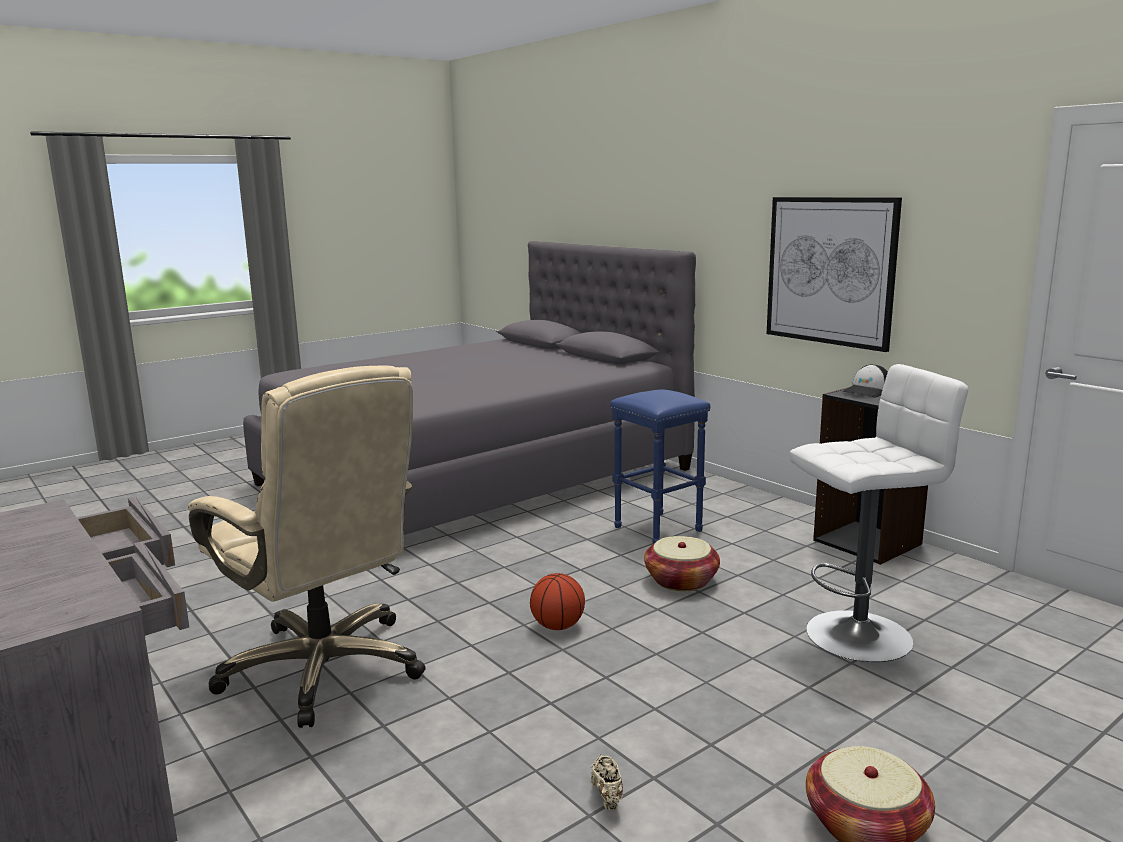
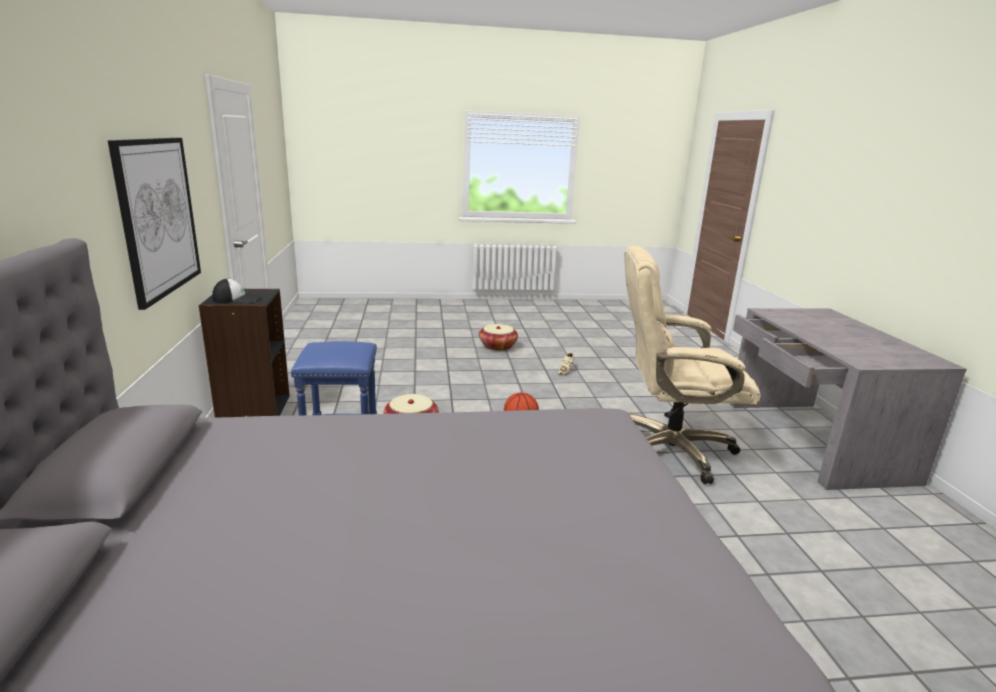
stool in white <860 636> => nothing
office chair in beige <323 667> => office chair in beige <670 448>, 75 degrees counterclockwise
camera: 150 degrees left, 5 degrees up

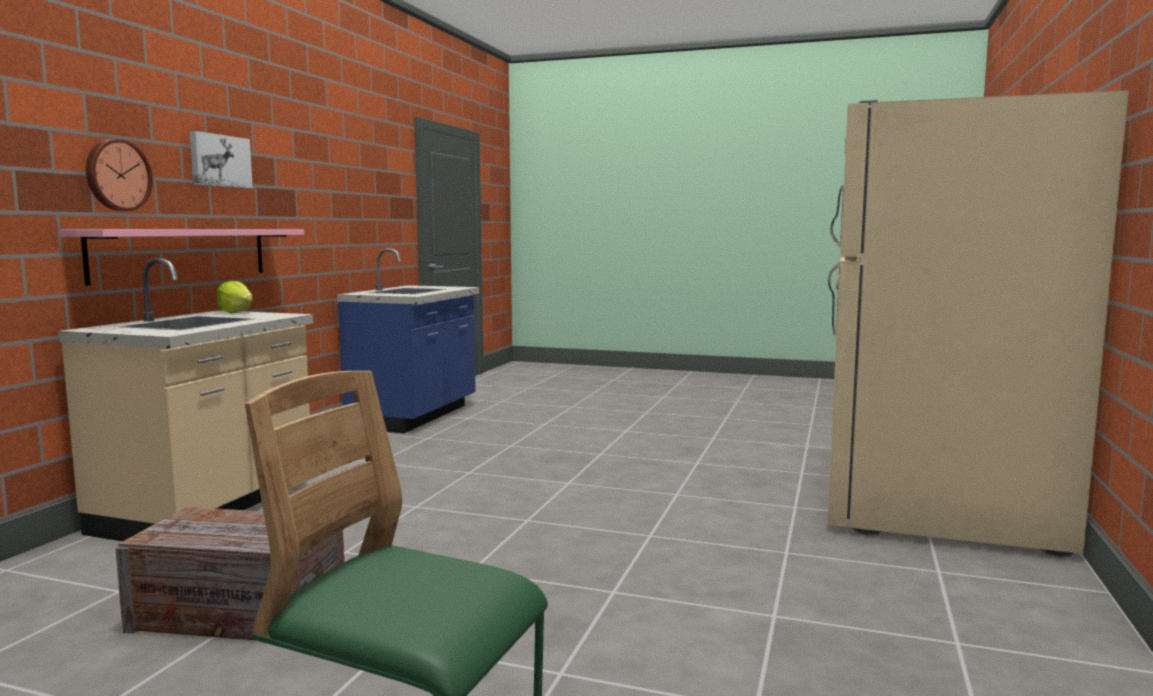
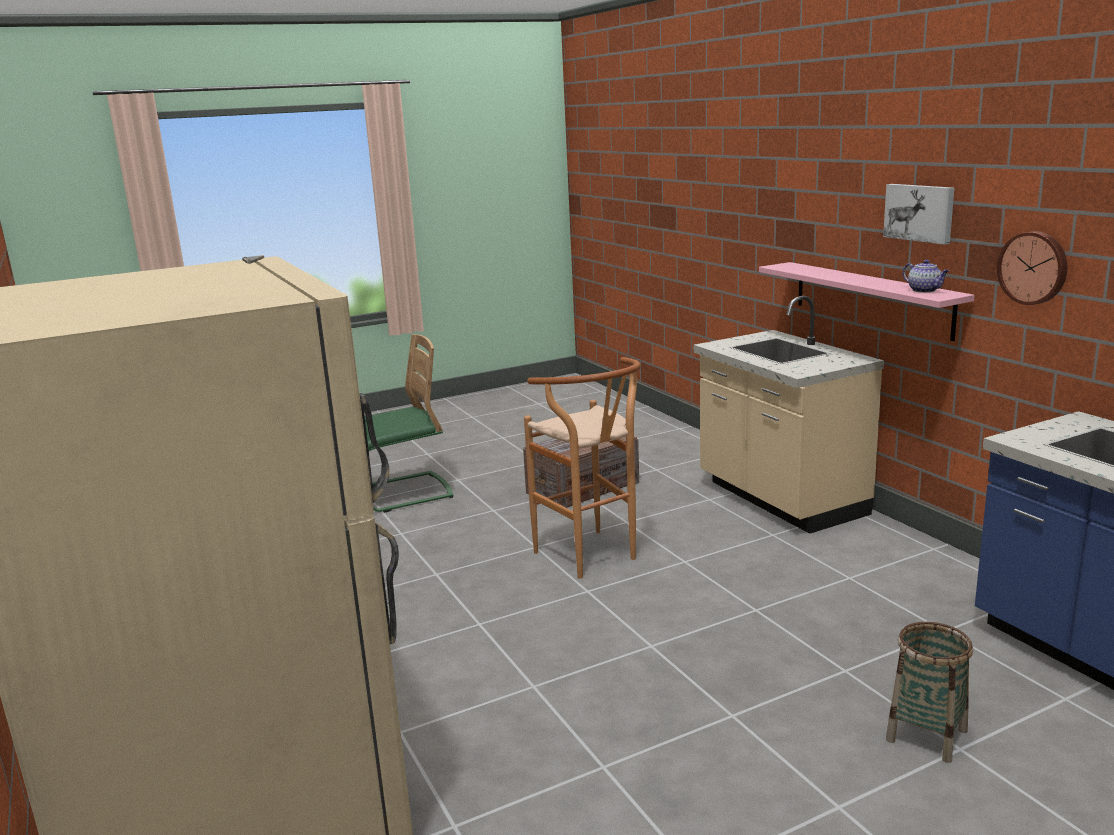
lettuce <236 312> => nothing
nothing => stool in brown <592 558>
nothing => basket <926 735>
nothing => teapot <925 290>
wall clock <117 175> => wall clock <1034 267>, moved
camera: 135 degrees right, 10 degrees up

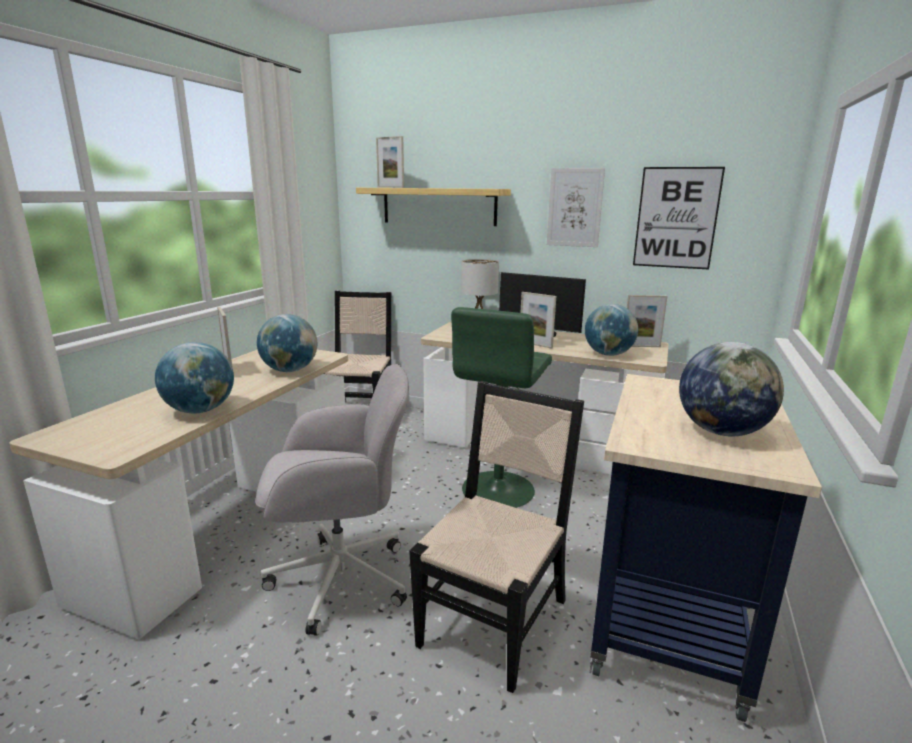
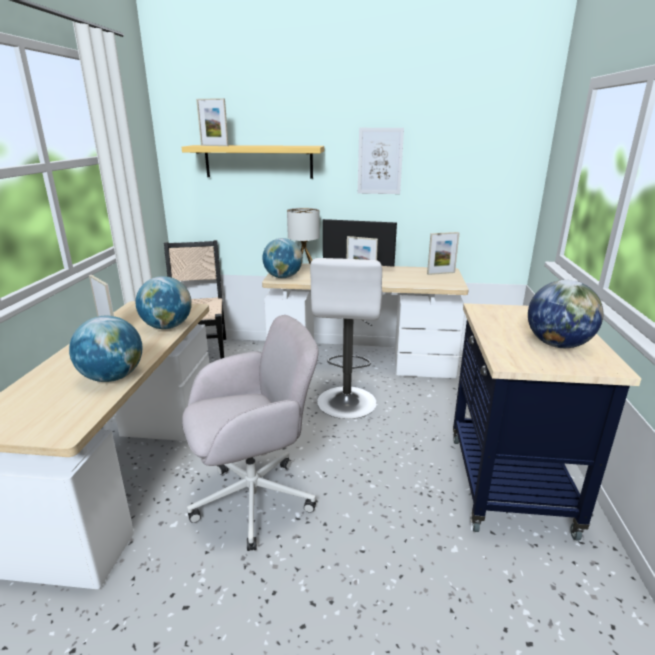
chair <493 622> => nothing
picture <676 218> => nothing
globe <608 354> => globe <283 277>, moved
stool in green <497 490> => stool in white <346 402>
camera: 15 degrees left, 5 degrees up

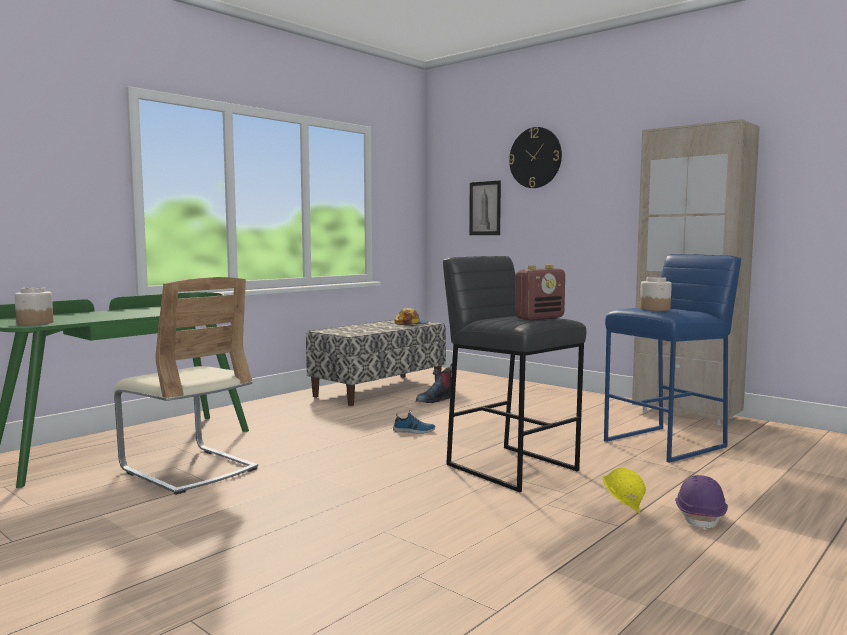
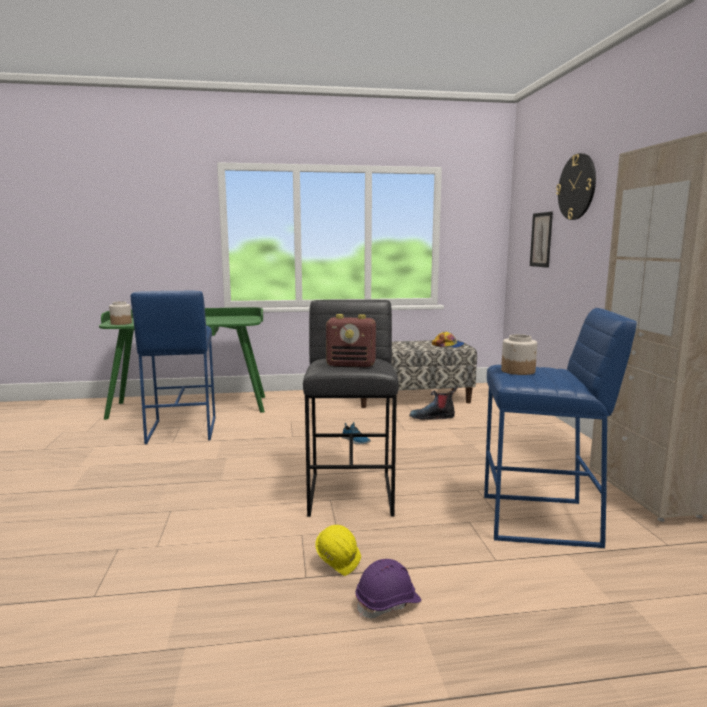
chair in beige <188 469> => stool in blue <182 430>
camera: 40 degrees right, 5 degrees up

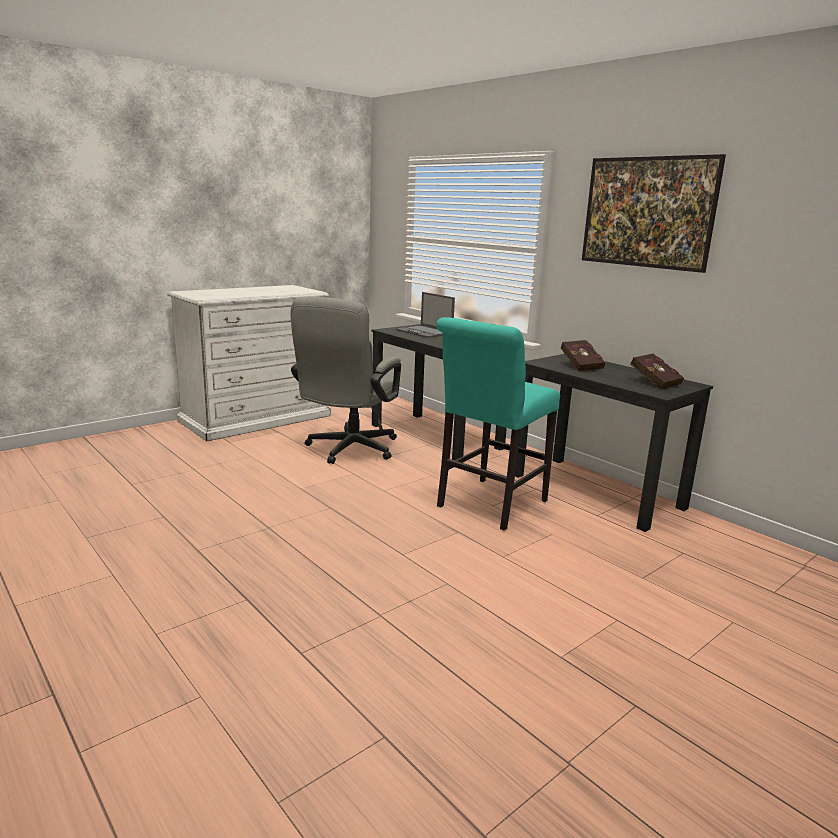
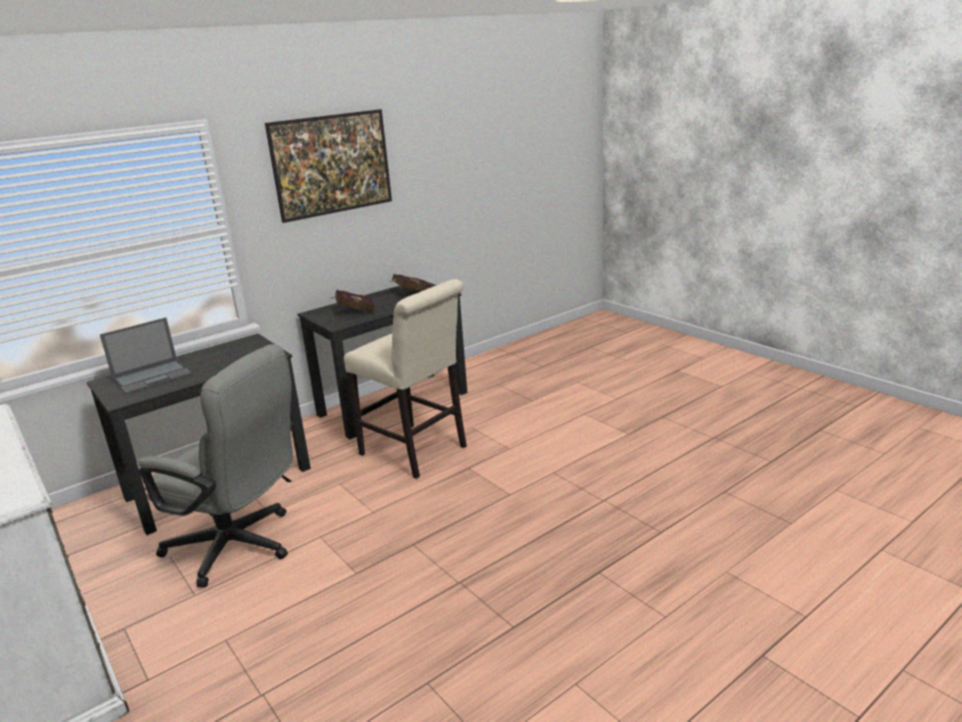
stool in turquoise <488 505> => stool in beige <417 453>
camera: 85 degrees left, 5 degrees up

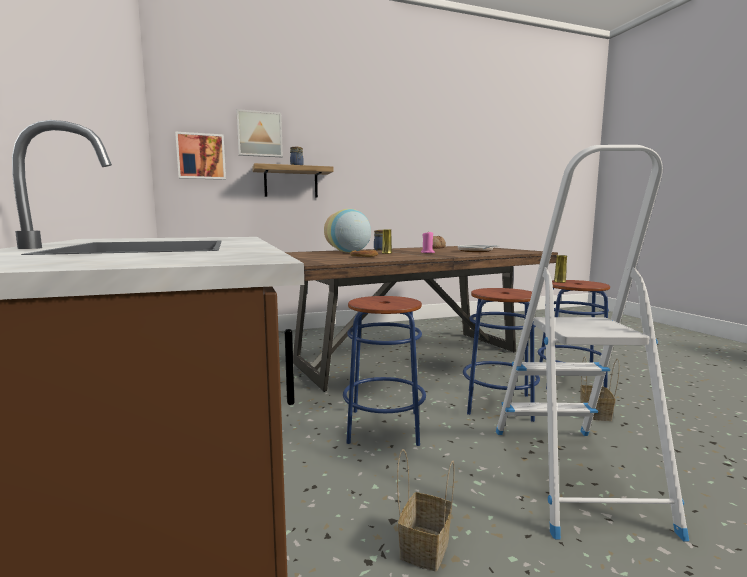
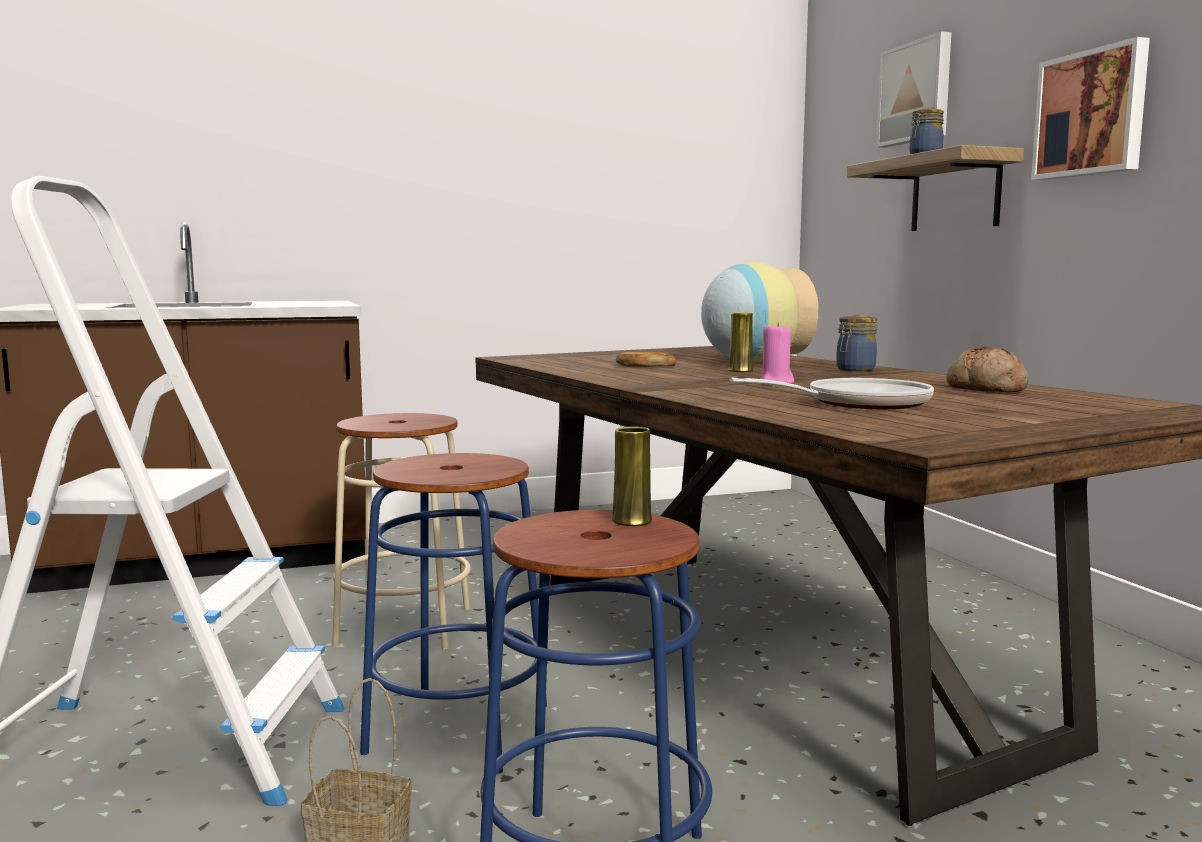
basket <424 545> => nothing
picture <201 156> => picture <1092 114>, moved
stool in blue <384 427> => stool in beige <404 626>
camera: 90 degrees right, 0 degrees up

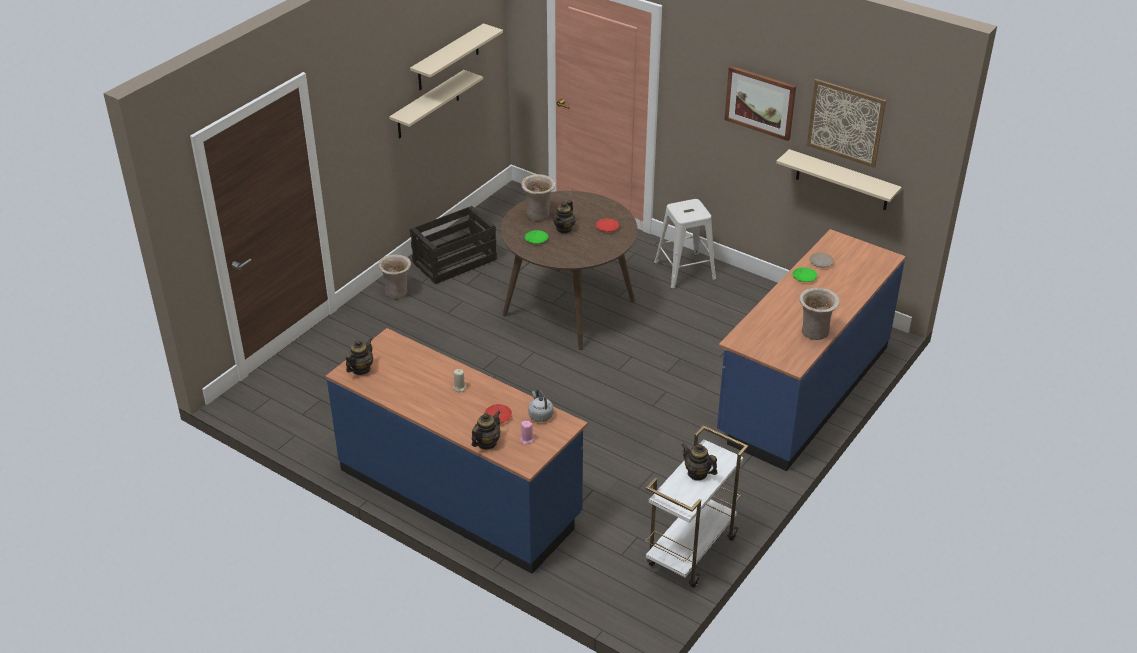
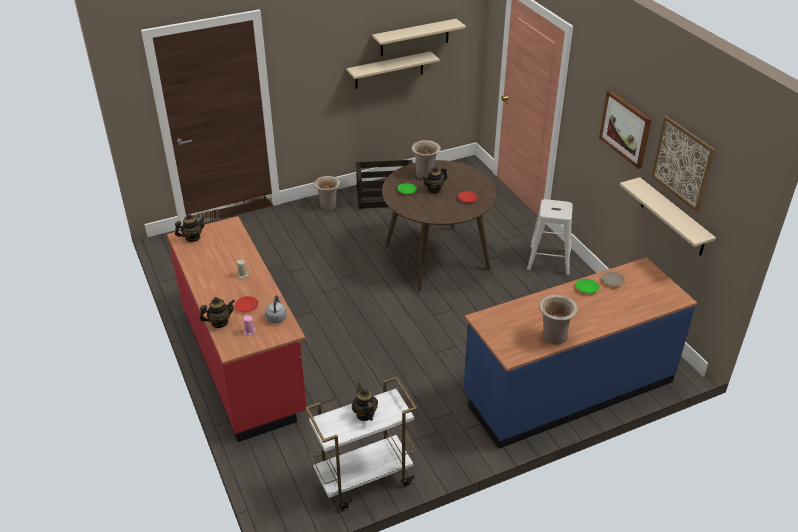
counter in blue <460 493> => counter in red <243 361>
camera: 30 degrees right, 0 degrees up

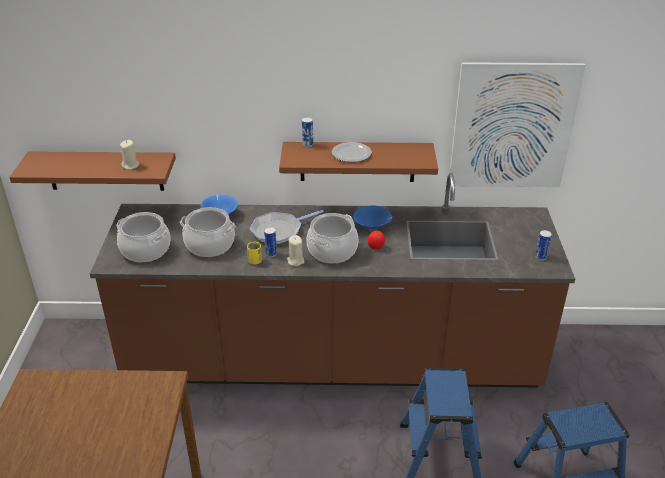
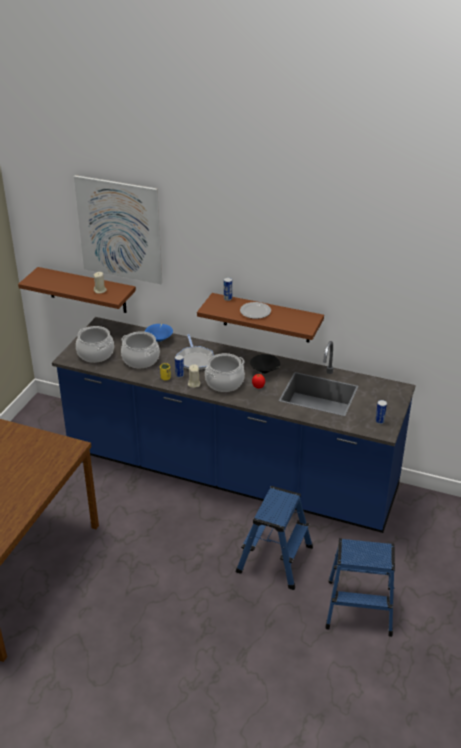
picture <512 127> => picture <119 230>, moved
counter in brown <332 361> => counter in blue <230 473>
bowl in blue <372 227> => bowl in black <265 372>
frying pan <279 231> => frying pan <195 360>, 90 degrees counterclockwise
camera: 20 degrees right, 0 degrees up

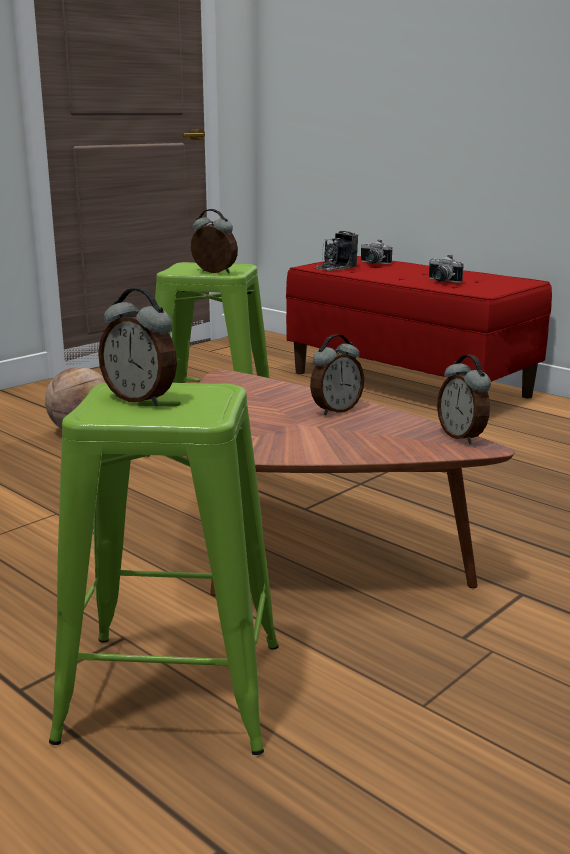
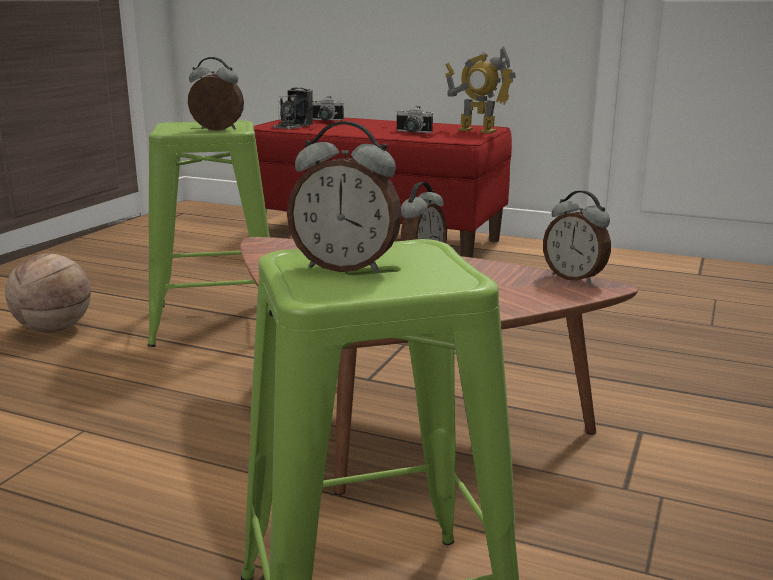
nothing => toy robot <477 130>
camera: 20 degrees left, 0 degrees up

